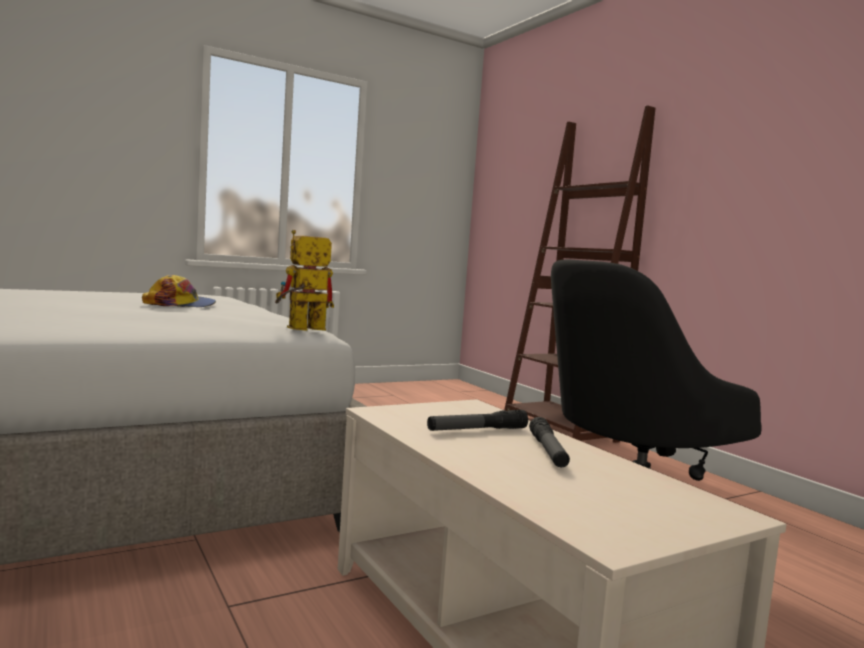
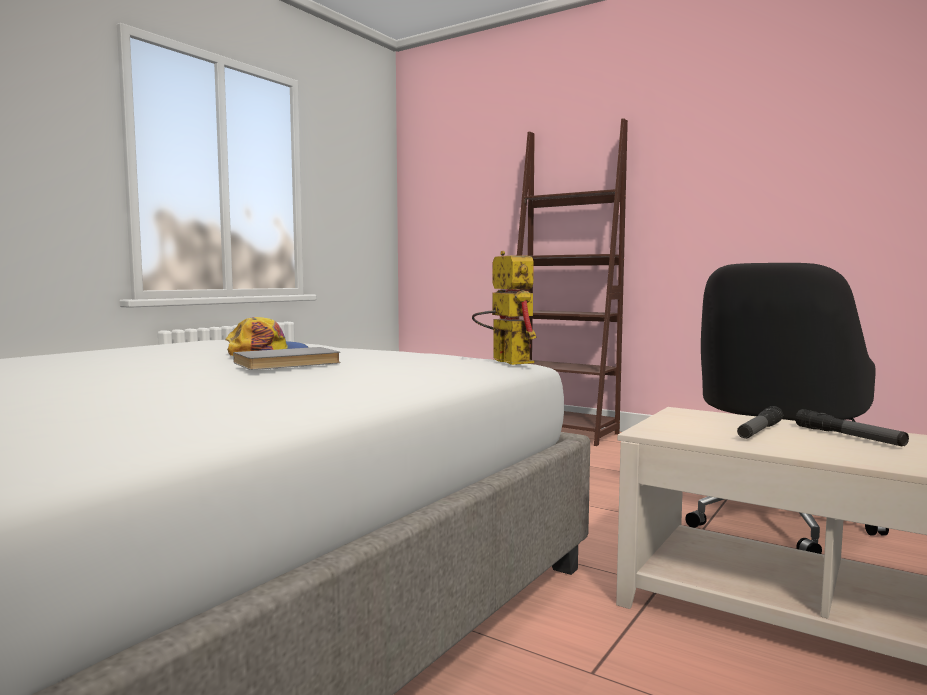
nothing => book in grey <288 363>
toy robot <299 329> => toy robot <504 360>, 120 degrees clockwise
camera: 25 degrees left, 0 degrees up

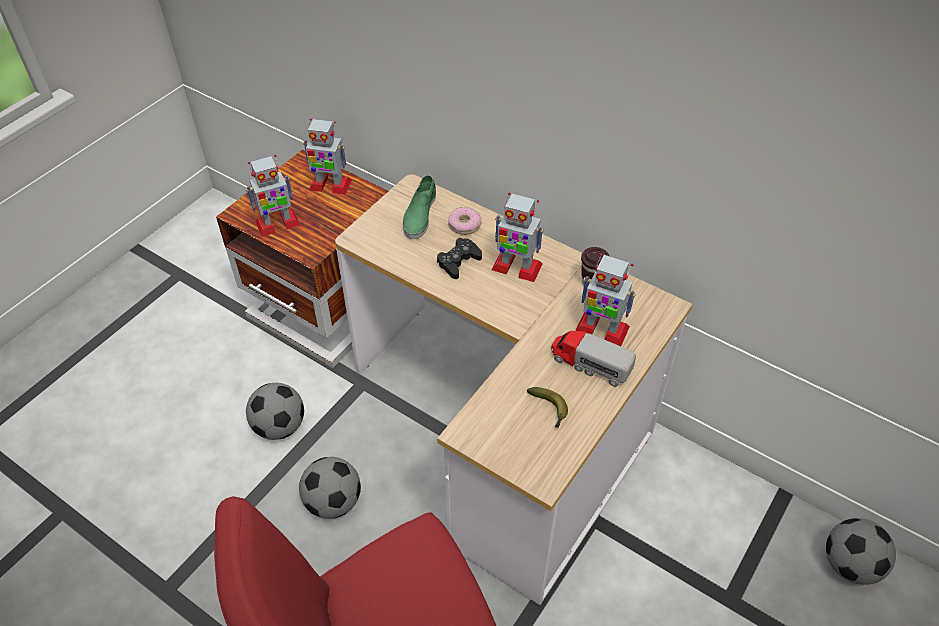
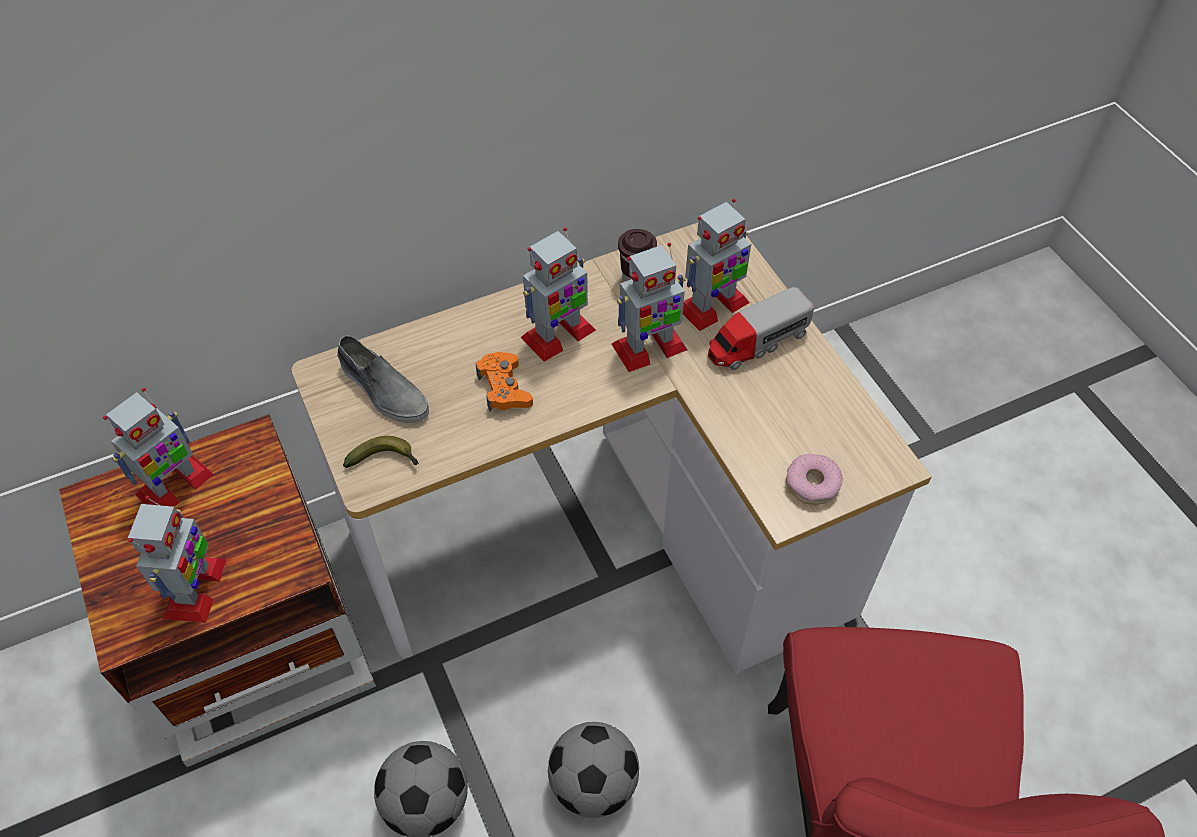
football <849 565> => nothing
nothing => toy robot <648 347>
donut <464 225> => donut <812 484>, moved
banana <549 409> => banana <385 459>, moved
shoe in green <419 215> => shoe in grey <383 390>
game controller in black <458 262> => game controller in orange <504 388>
camera: 60 degrees left, 5 degrees up

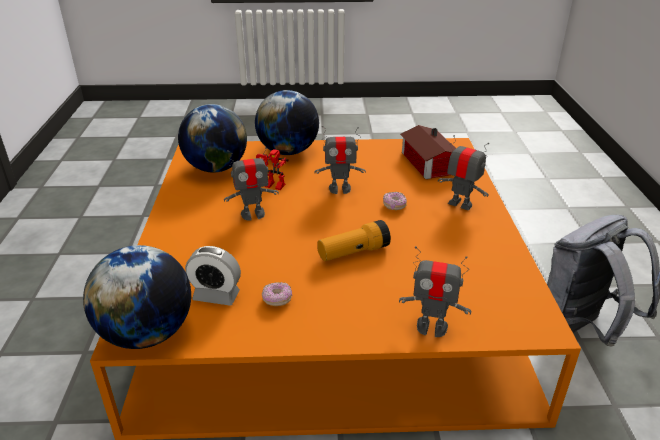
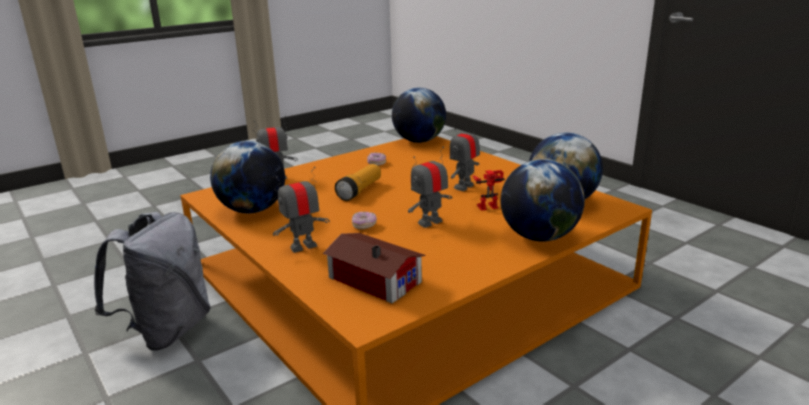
alarm clock <216 296> => nothing
nothing => globe <253 210>
toy robot <460 204> => toy robot <303 246>, 150 degrees clockwise
camera: 145 degrees right, 10 degrees down

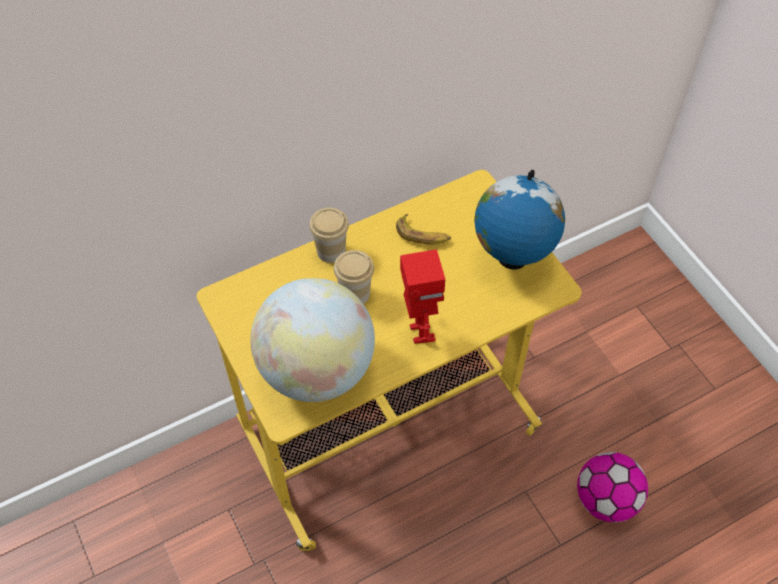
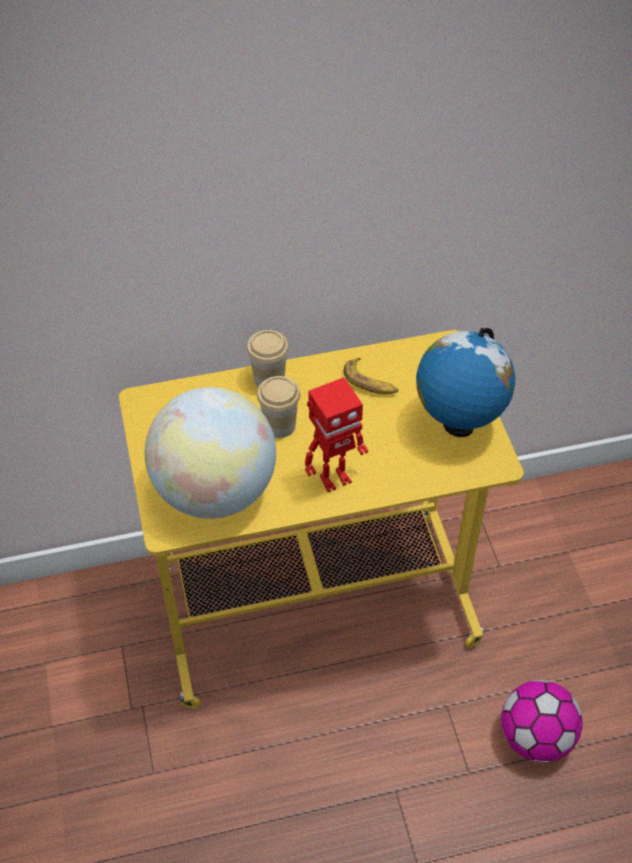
toy robot <419 333> => toy robot <334 478>, 60 degrees clockwise
camera: 15 degrees right, 5 degrees down

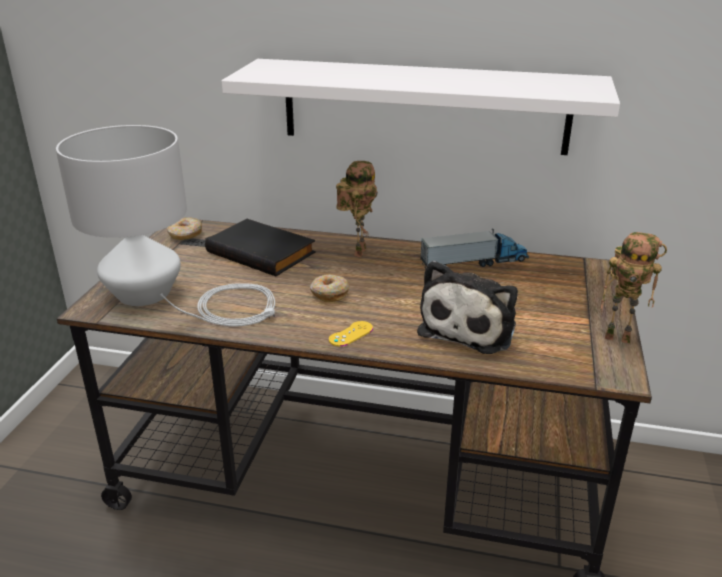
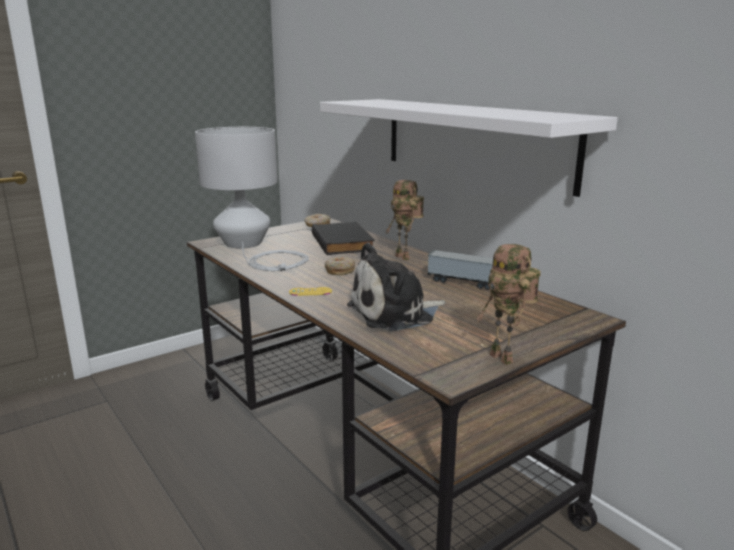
toy robot <358 251> => toy robot <404 257>, 90 degrees clockwise
camera: 40 degrees right, 10 degrees down

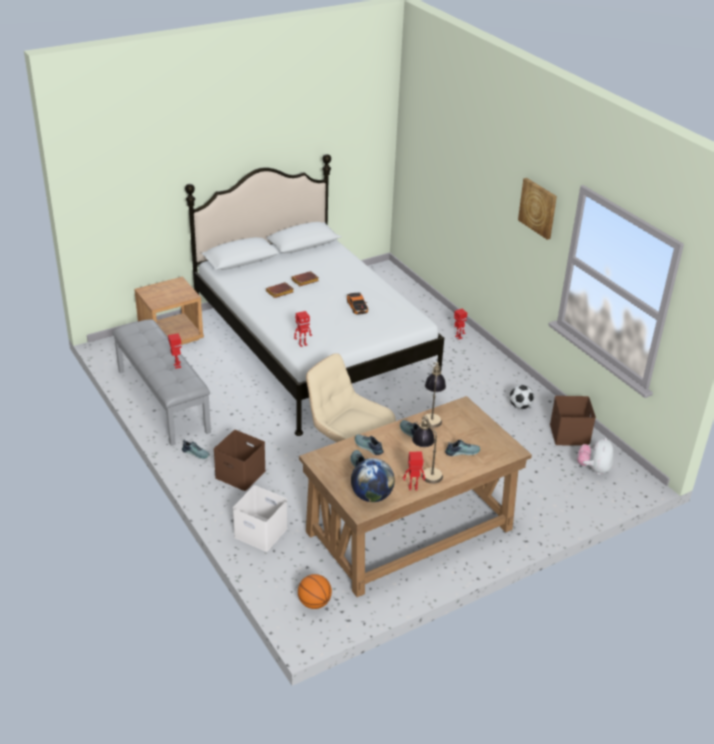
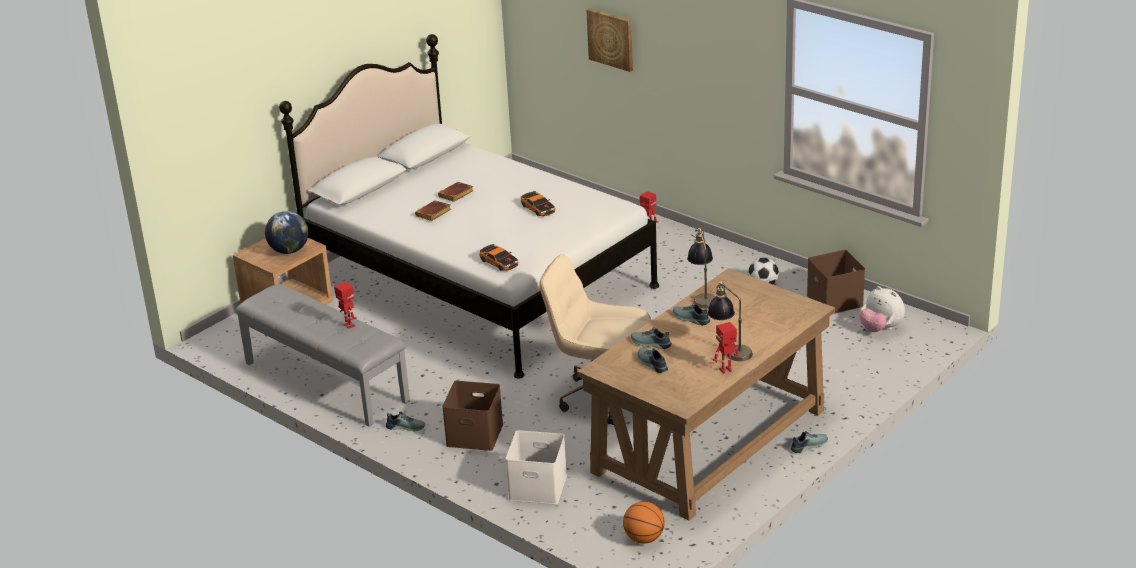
globe <371 496> => globe <289 251>, moved
shoe <462 451> => shoe <808 445>, moved
picture <538 208> => picture <611 39>, moved
toy robot <302 344> => toy car <500 262>
plush toy <593 469> => plush toy <880 329>, 45 degrees counterclockwise
camera: 15 degrees left, 5 degrees down

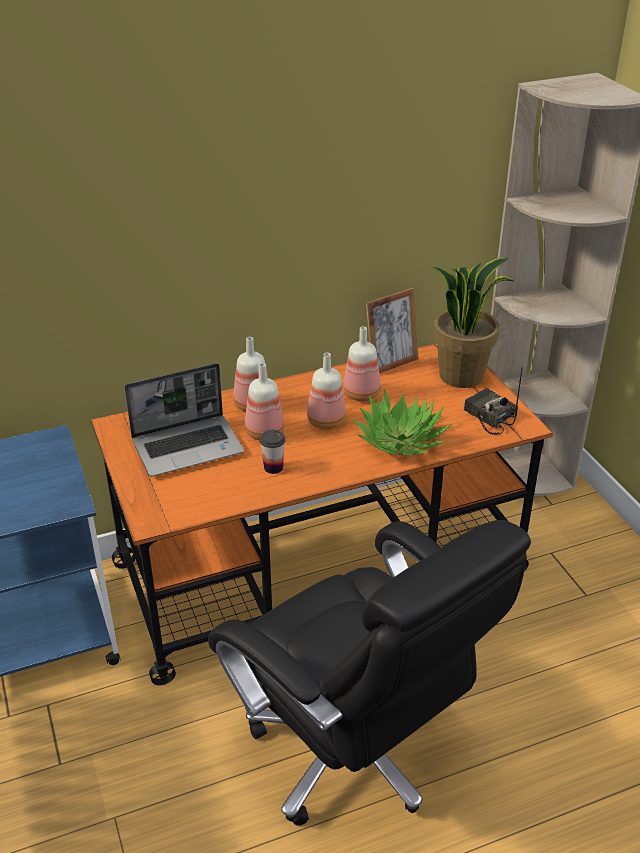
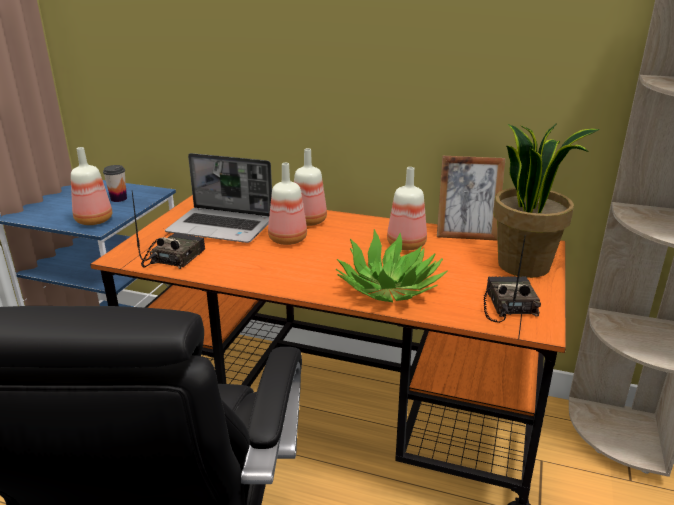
nothing => radio <173 257>
cup <273 467> => cup <118 199>, moved
bottle <325 422> => bottle <93 220>, moved
camera: 40 degrees right, 10 degrees down

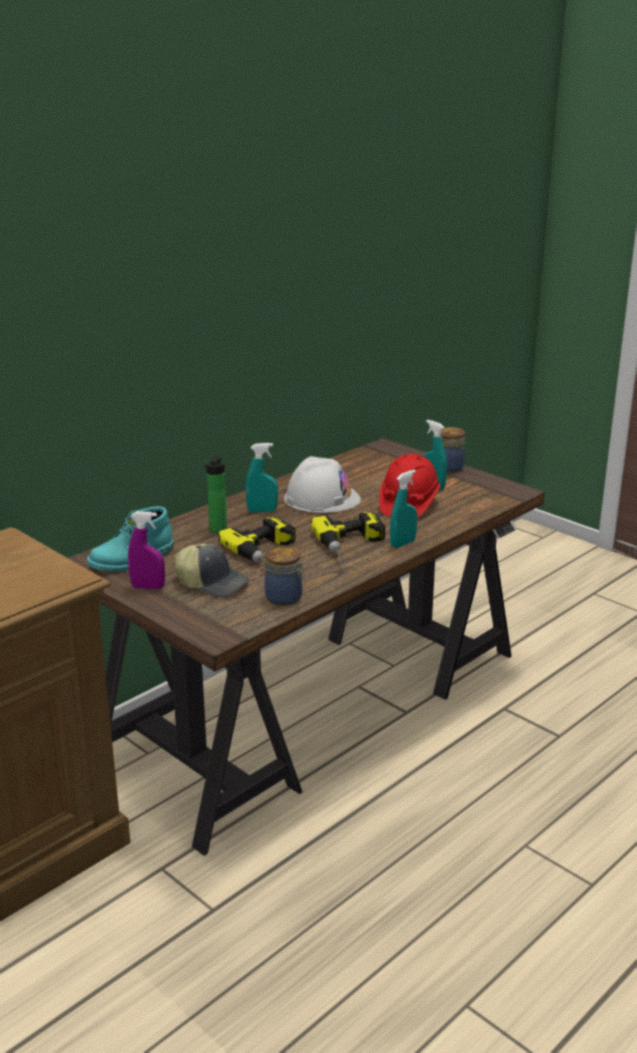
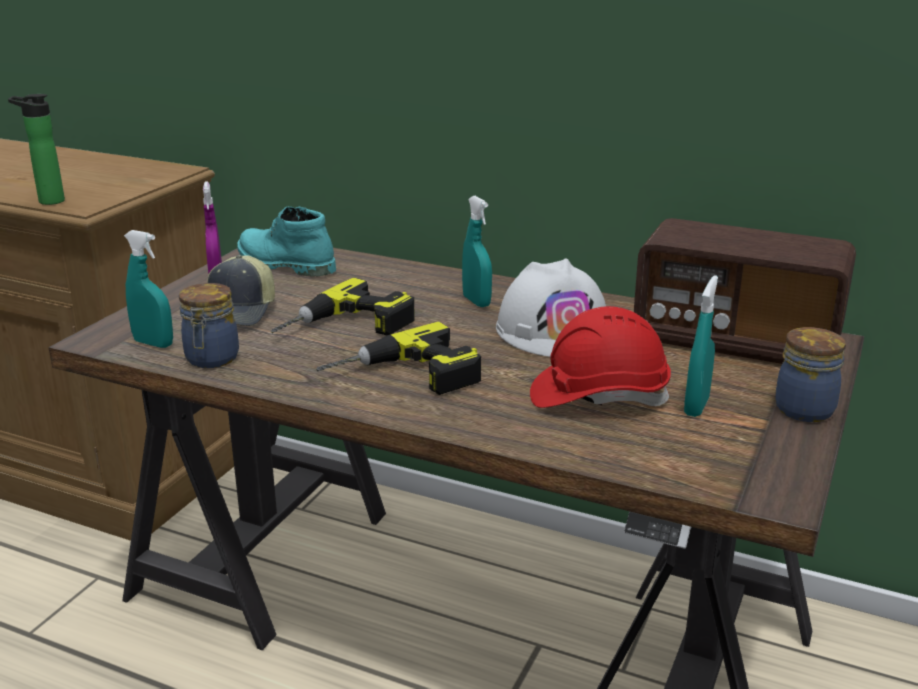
nothing => radio <736 340>
bottle <217 531> => bottle <47 201>, moved
spray bottle in turquoise <403 543> => spray bottle in turquoise <153 343>, moved
camera: 70 degrees right, 0 degrees up

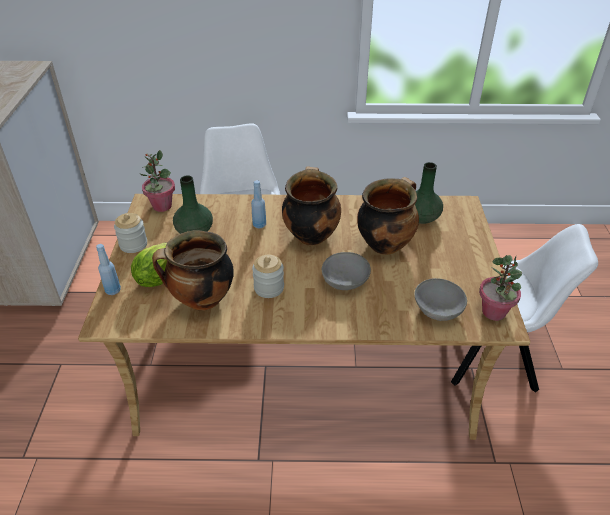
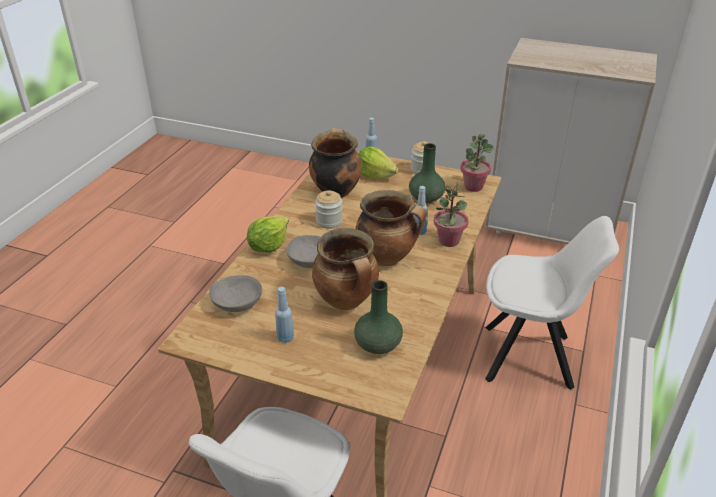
nothing => lettuce <268 246>
nothing => bottle in blue <285 338>
potted plant <494 312> => potted plant <448 241>, moved
camera: 110 degrees right, 5 degrees down

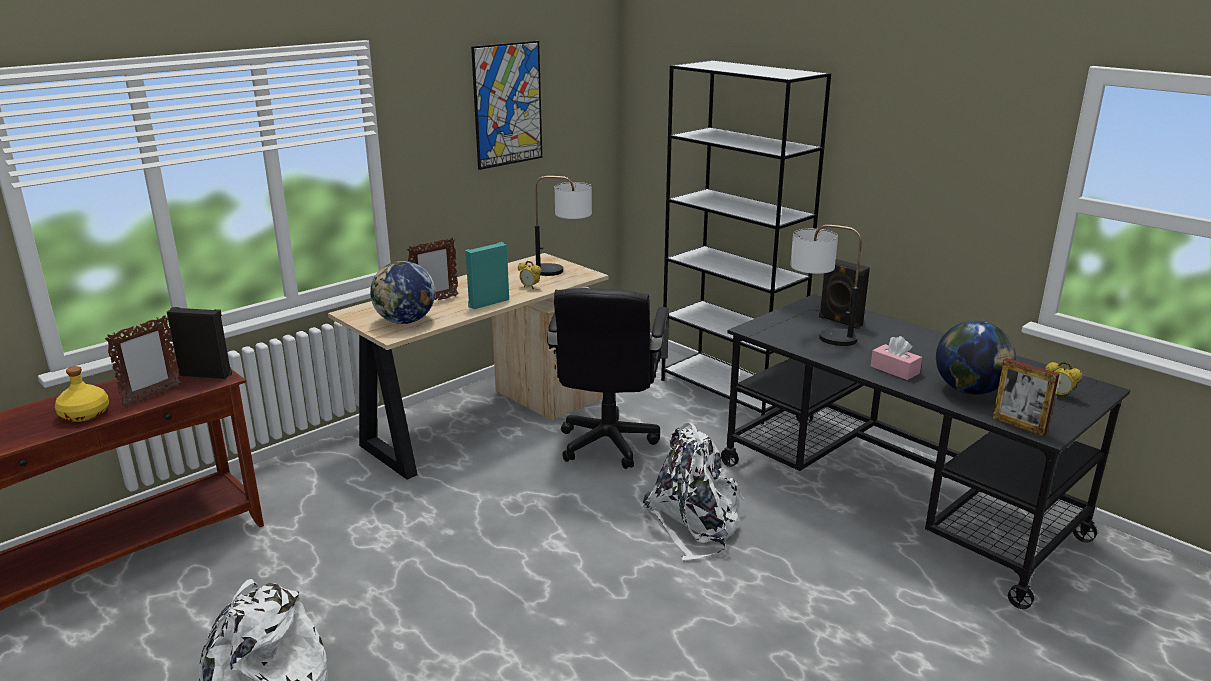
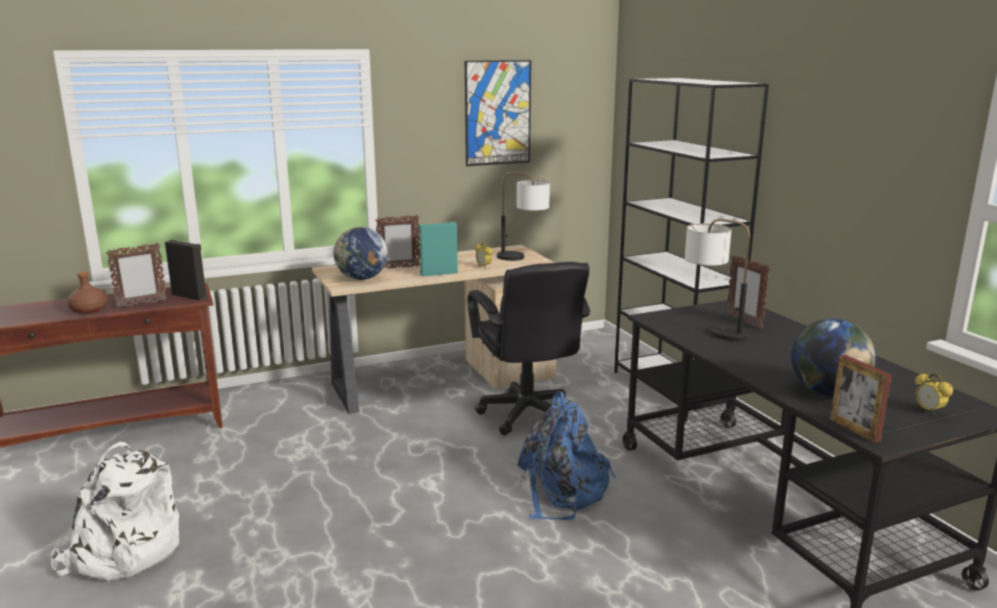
tissue box in pink <894 370> => nothing
speaker in black <839 322> => picture frame <744 321>
bottle in yellow <84 414> => bottle in brown <88 309>
backpack in white <694 523> => backpack in blue <562 491>
office chair in black <607 448> => office chair in black <528 418>, 45 degrees counterclockwise
camera: 20 degrees right, 5 degrees down

